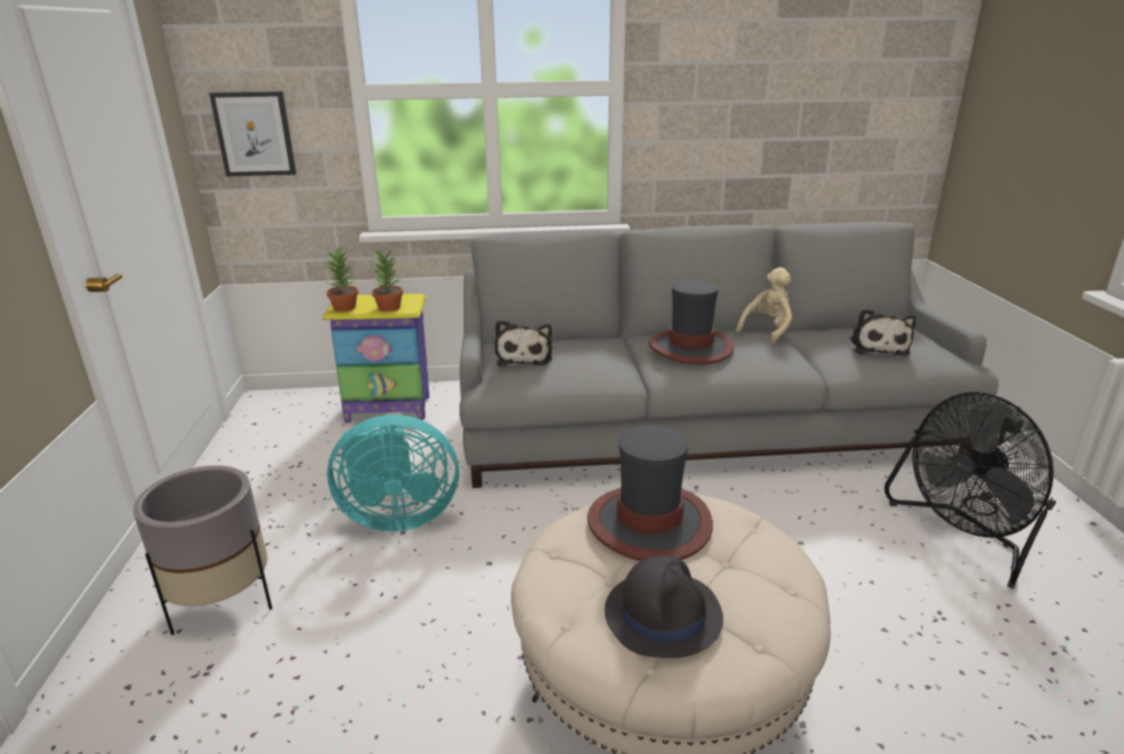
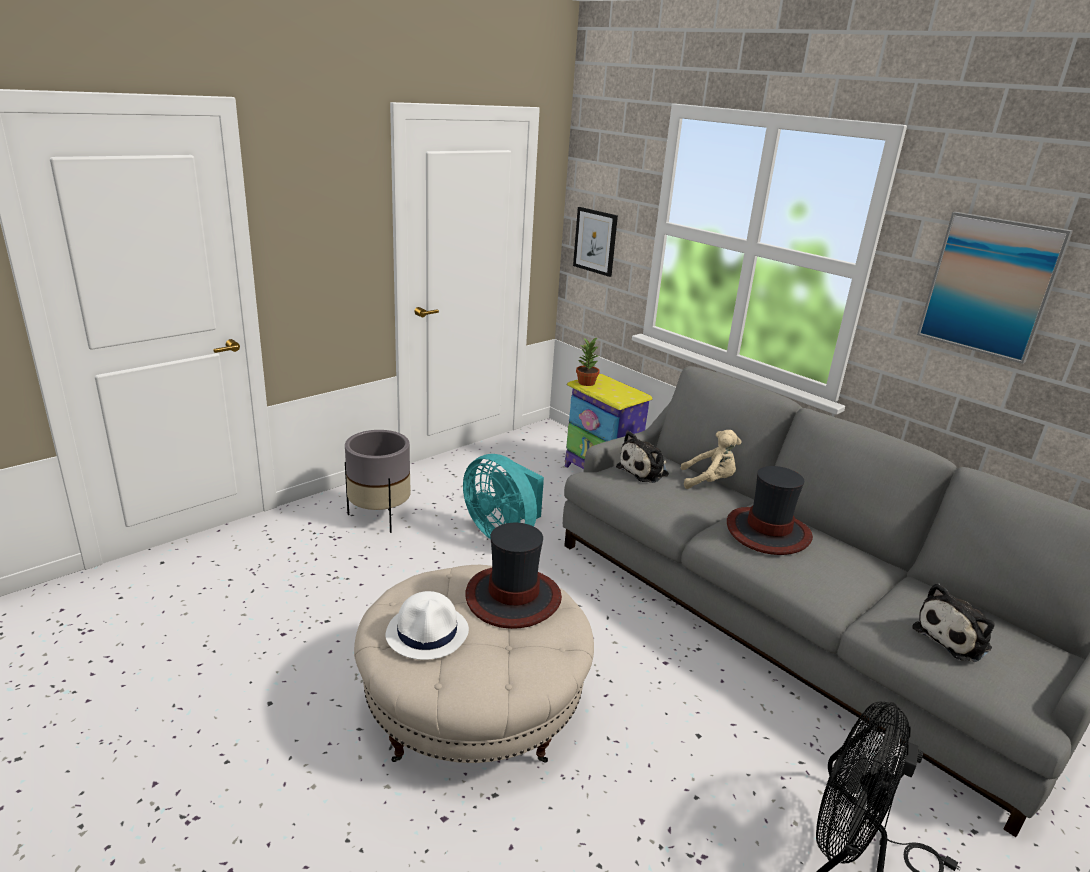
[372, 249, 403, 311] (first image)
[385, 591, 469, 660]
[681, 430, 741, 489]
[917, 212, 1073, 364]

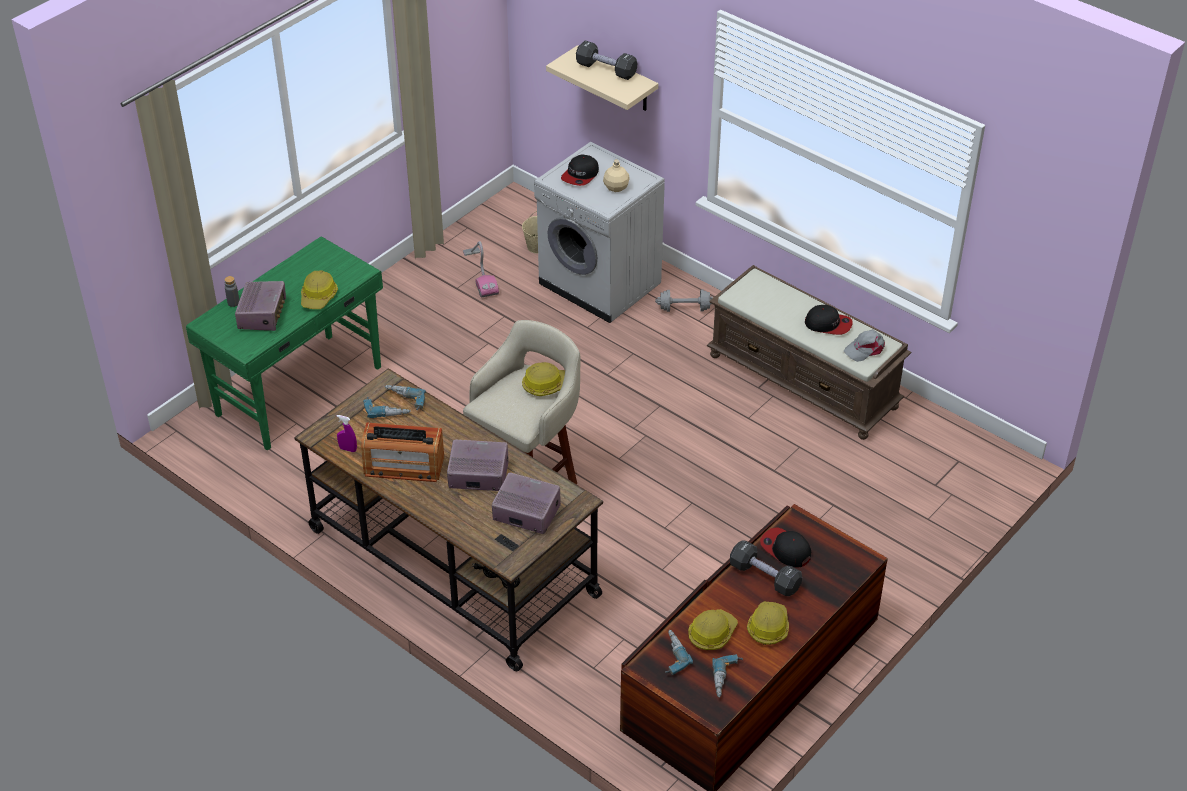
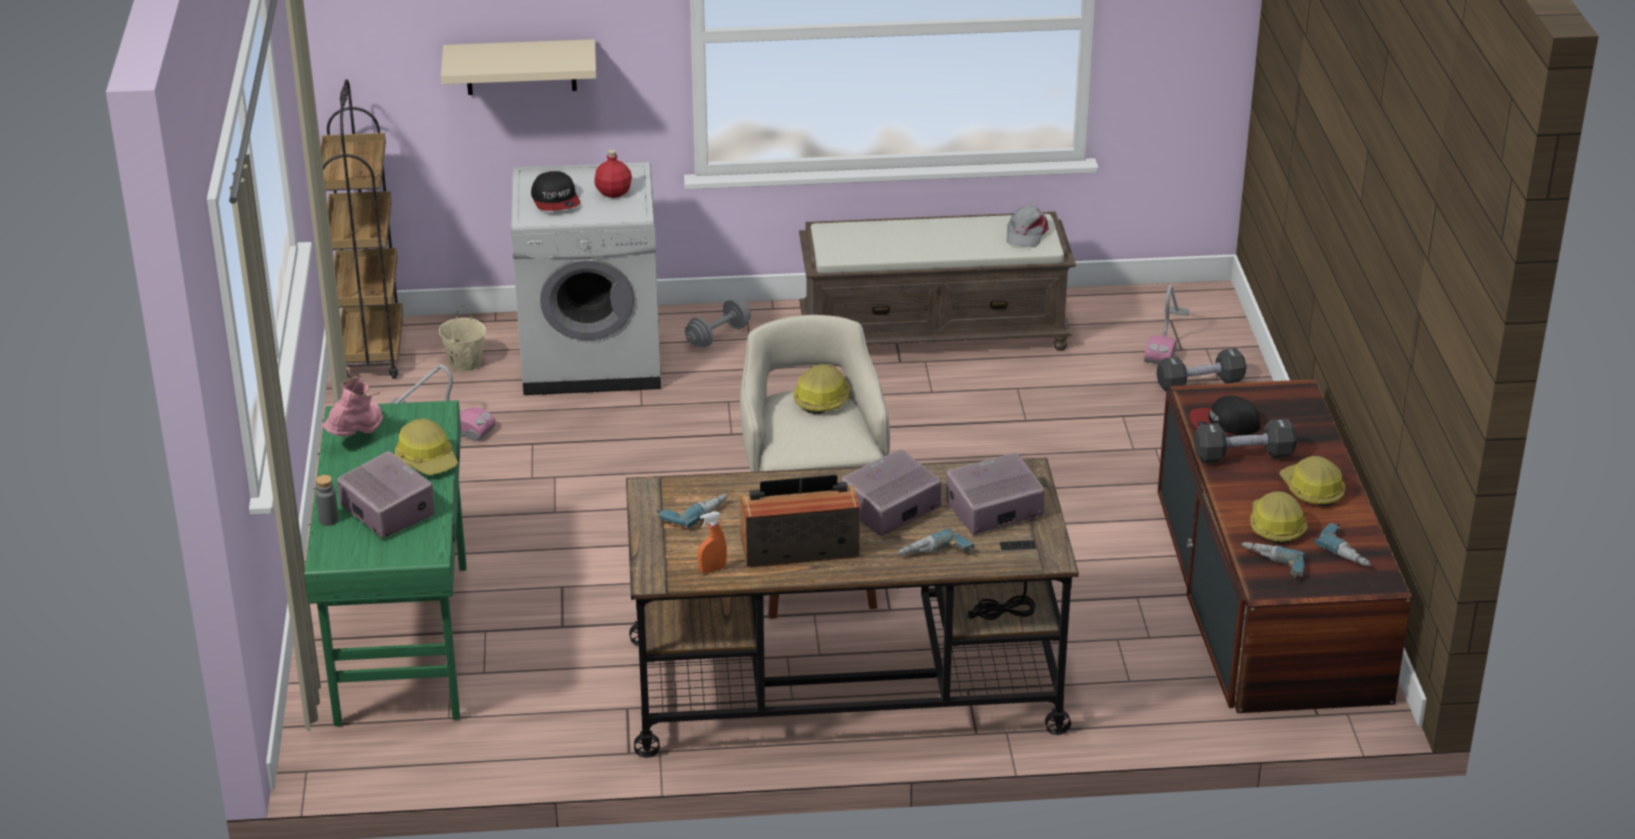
[698, 511, 727, 574]
[740, 475, 860, 568]
[898, 529, 974, 555]
[1157, 348, 1246, 392]
[594, 150, 632, 198]
[805, 305, 853, 335] (first image)
[321, 79, 403, 379]
[323, 376, 383, 437]
[1144, 285, 1190, 364]

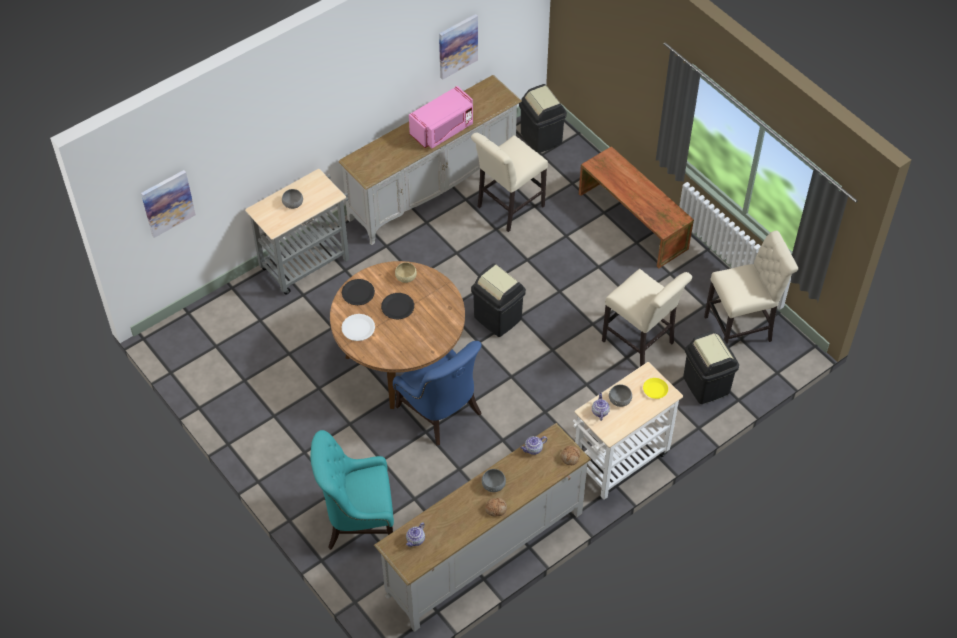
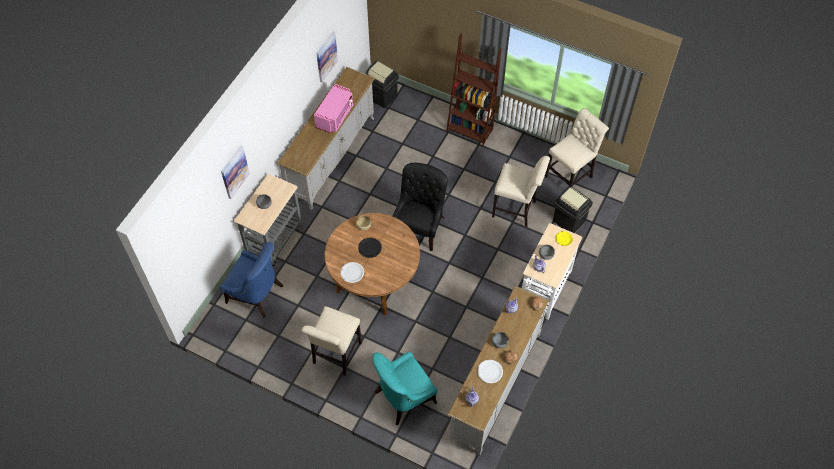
[221, 146, 250, 199]
[342, 279, 375, 305] (first image)
[220, 242, 283, 318]
[302, 306, 362, 376]
[392, 163, 448, 251]
[446, 33, 502, 147]
[478, 360, 503, 383]

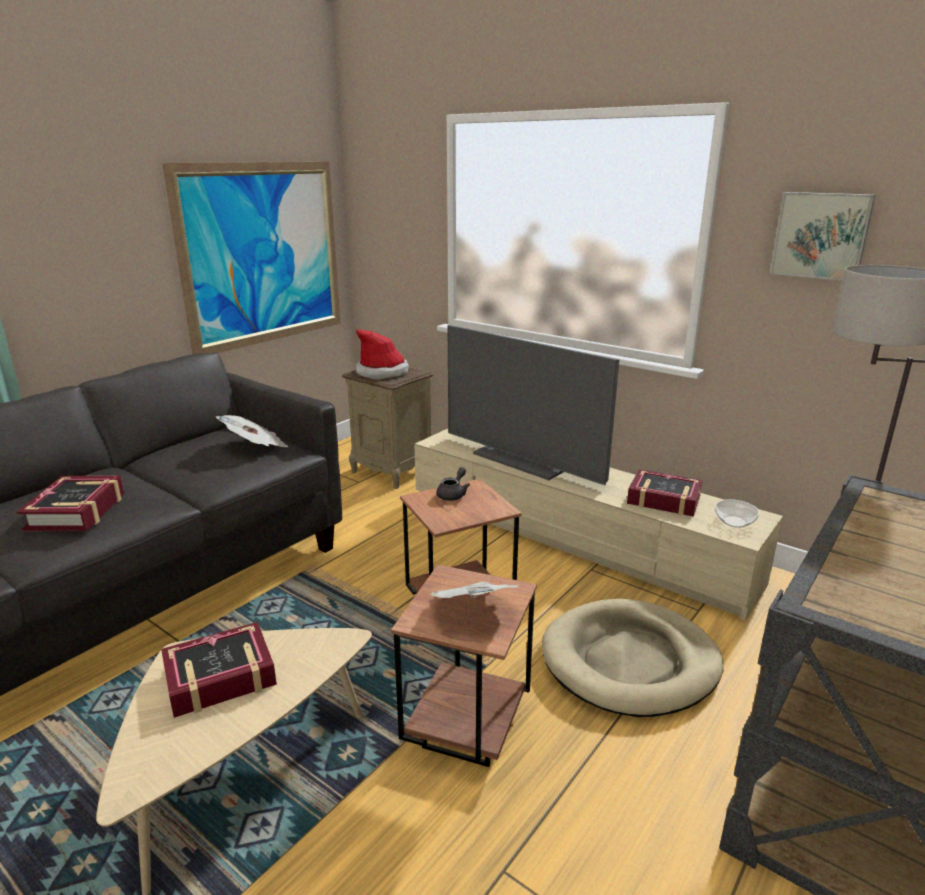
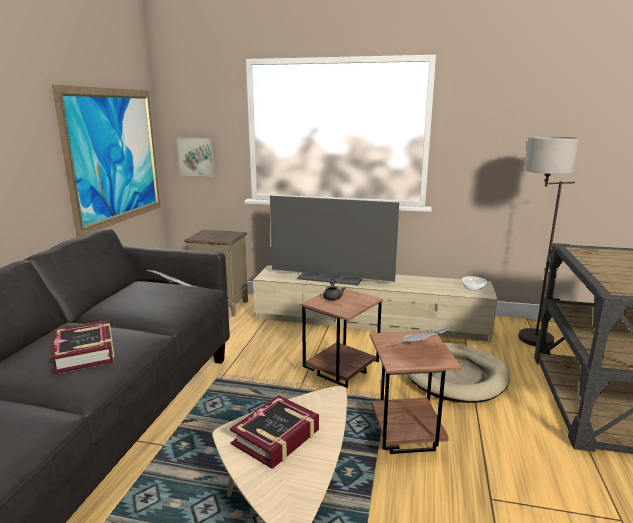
[356, 329, 409, 380] (first image)
[627, 469, 703, 517] (first image)
[176, 138, 215, 176]

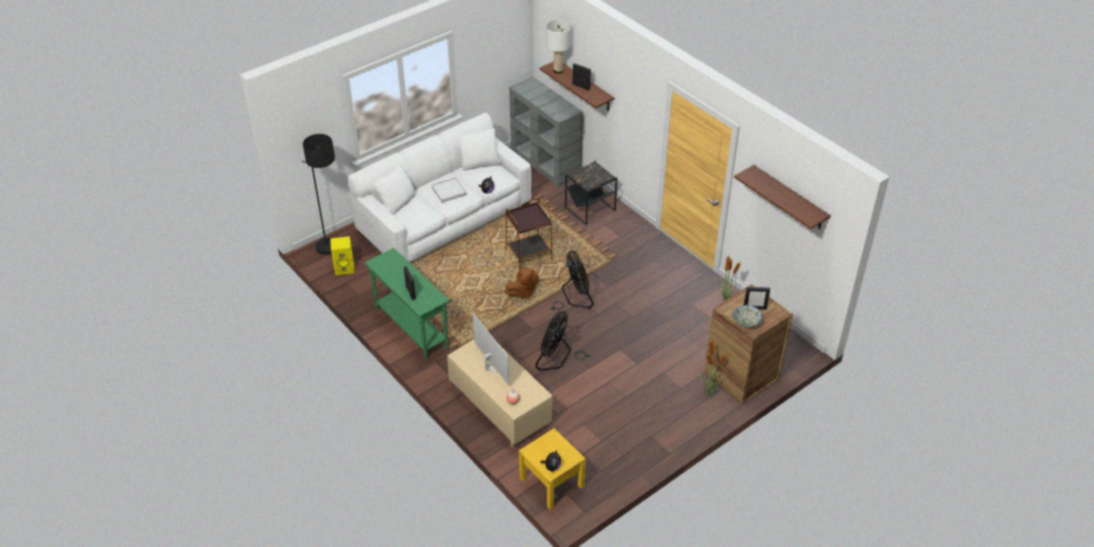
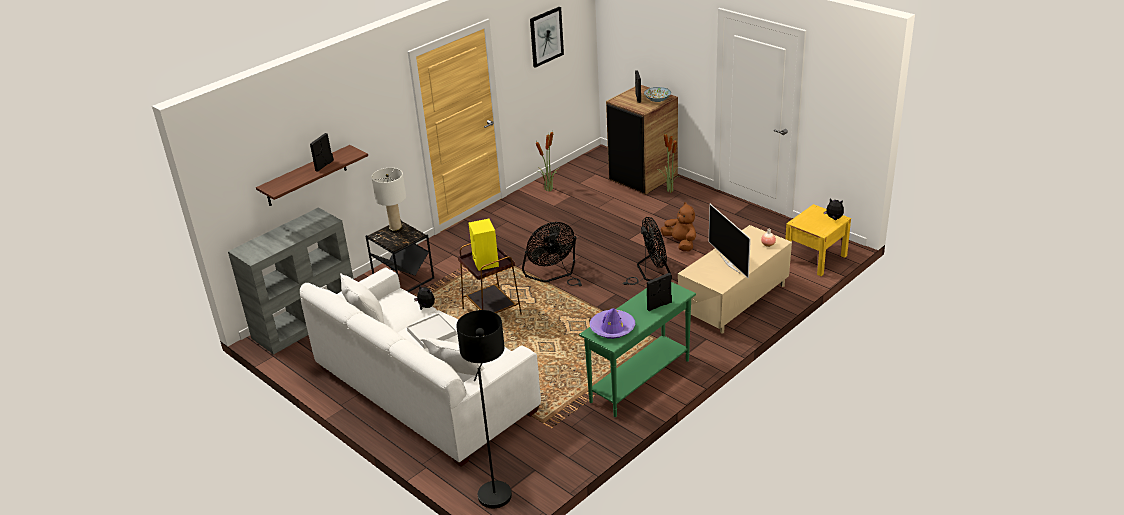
[469, 219, 499, 271]
[709, 204, 751, 278]
[661, 202, 696, 251]
[624, 217, 672, 285]
[371, 168, 406, 233]
[530, 7, 564, 68]
[590, 308, 635, 339]

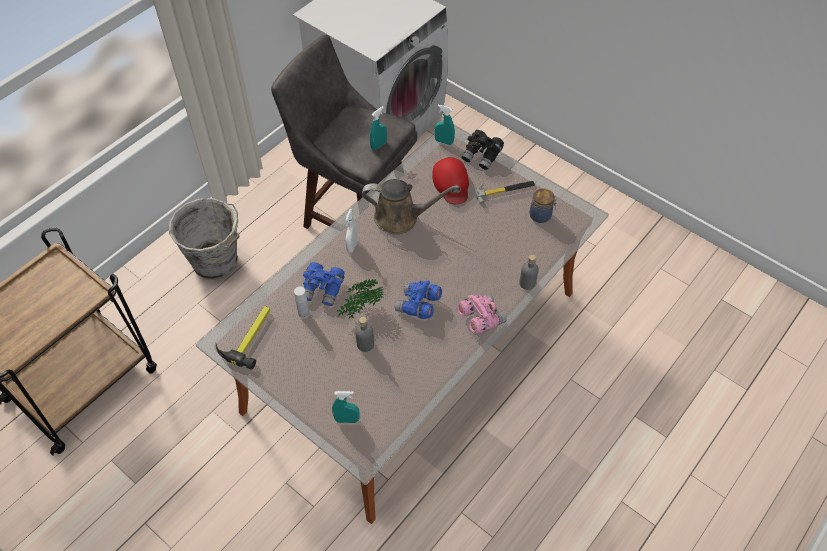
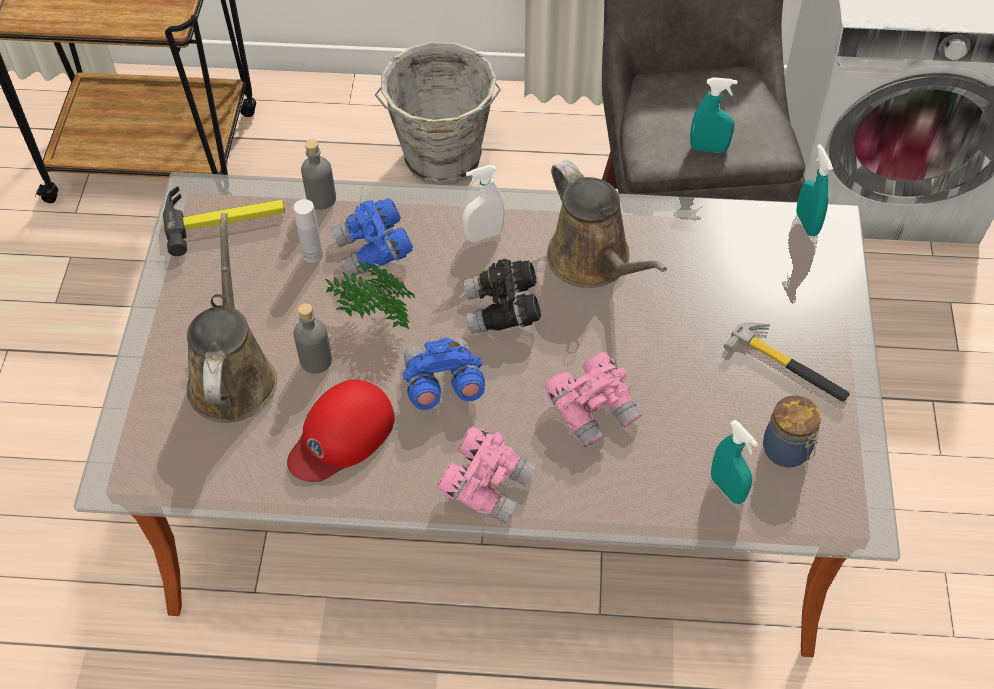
[711, 420, 758, 504]
[287, 380, 395, 482]
[463, 259, 541, 334]
[301, 139, 336, 210]
[187, 213, 277, 423]
[545, 352, 642, 447]

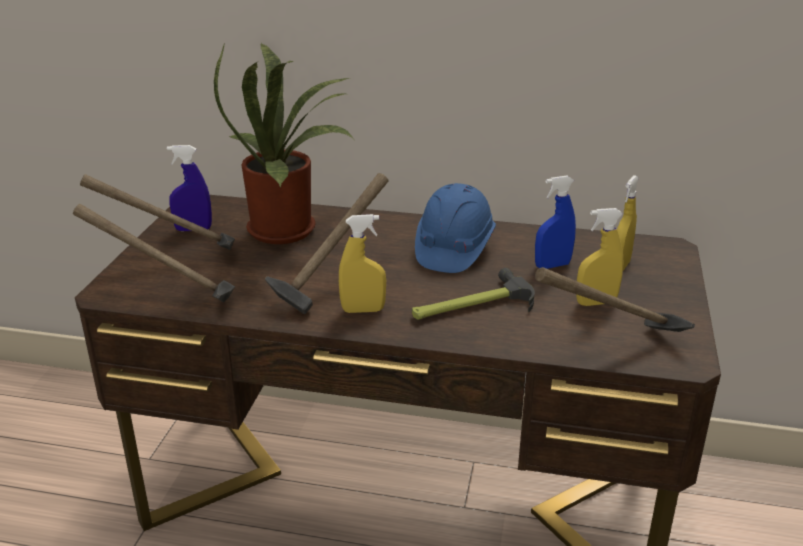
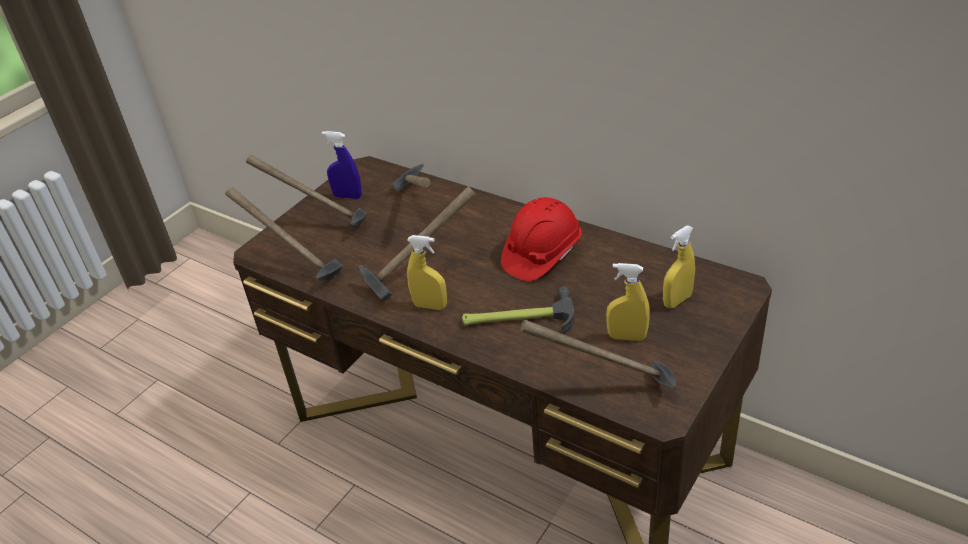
[391, 164, 430, 192]
[501, 197, 582, 281]
[535, 176, 576, 269] (first image)

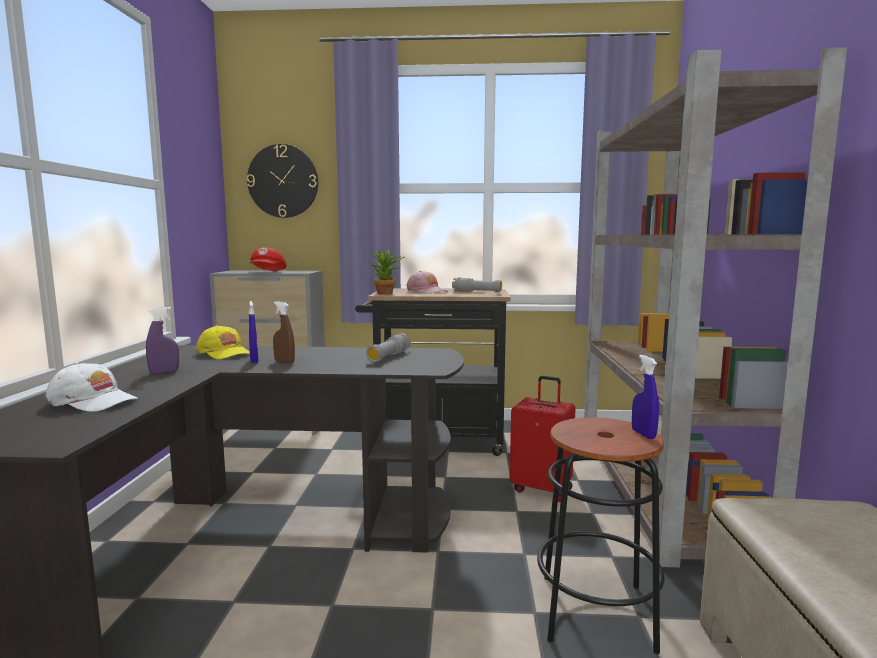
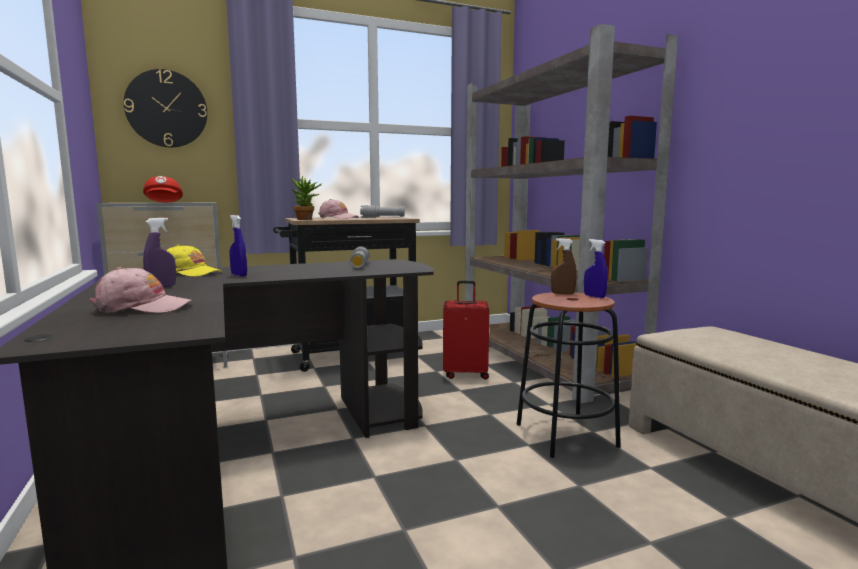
[90, 267, 192, 313]
[551, 238, 577, 295]

